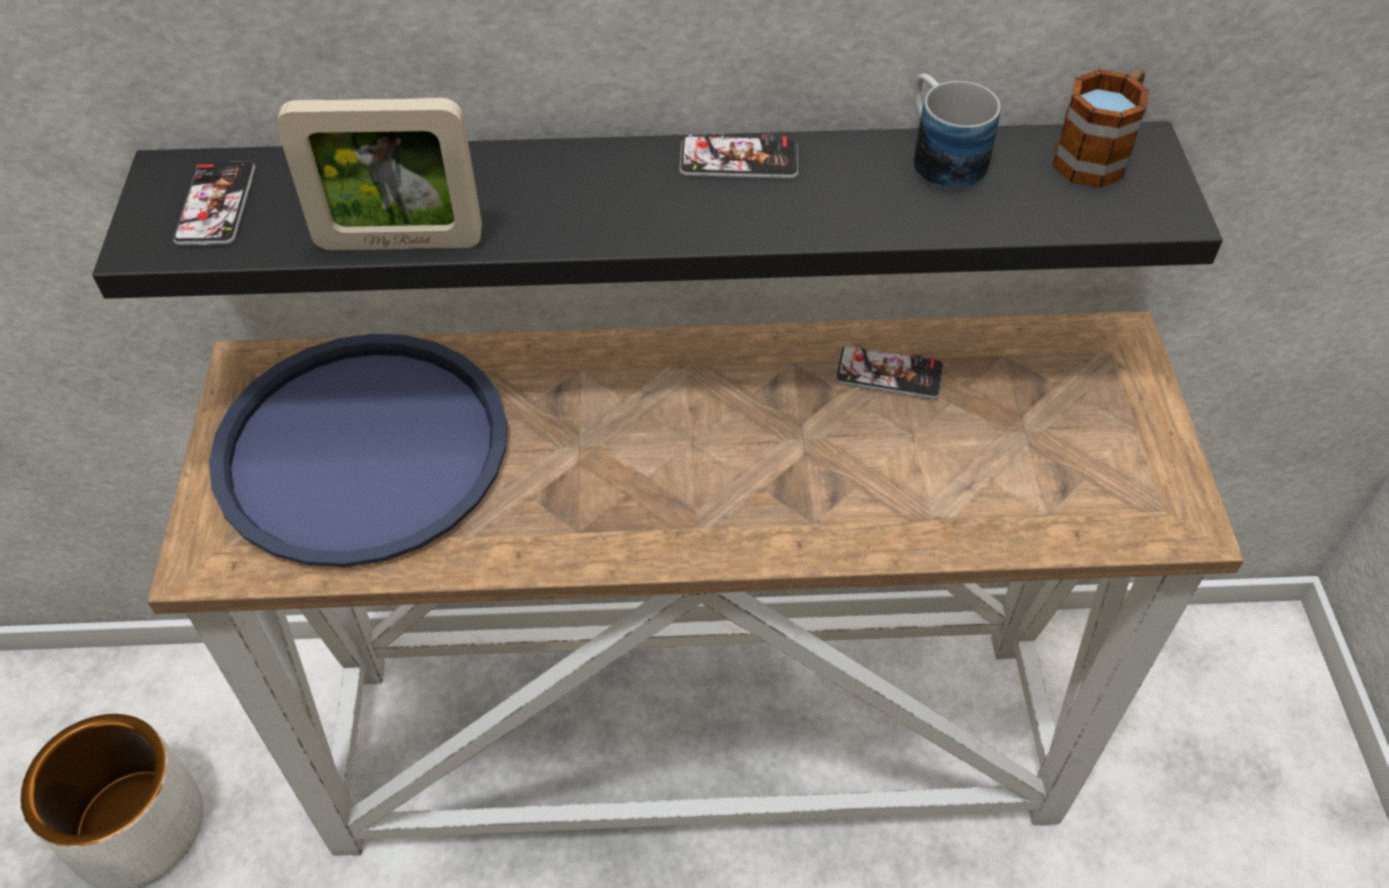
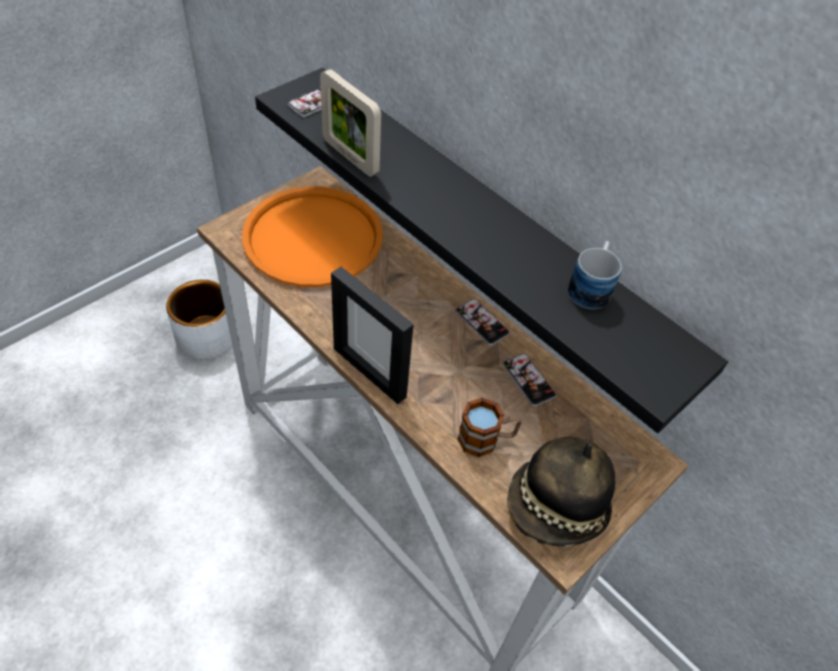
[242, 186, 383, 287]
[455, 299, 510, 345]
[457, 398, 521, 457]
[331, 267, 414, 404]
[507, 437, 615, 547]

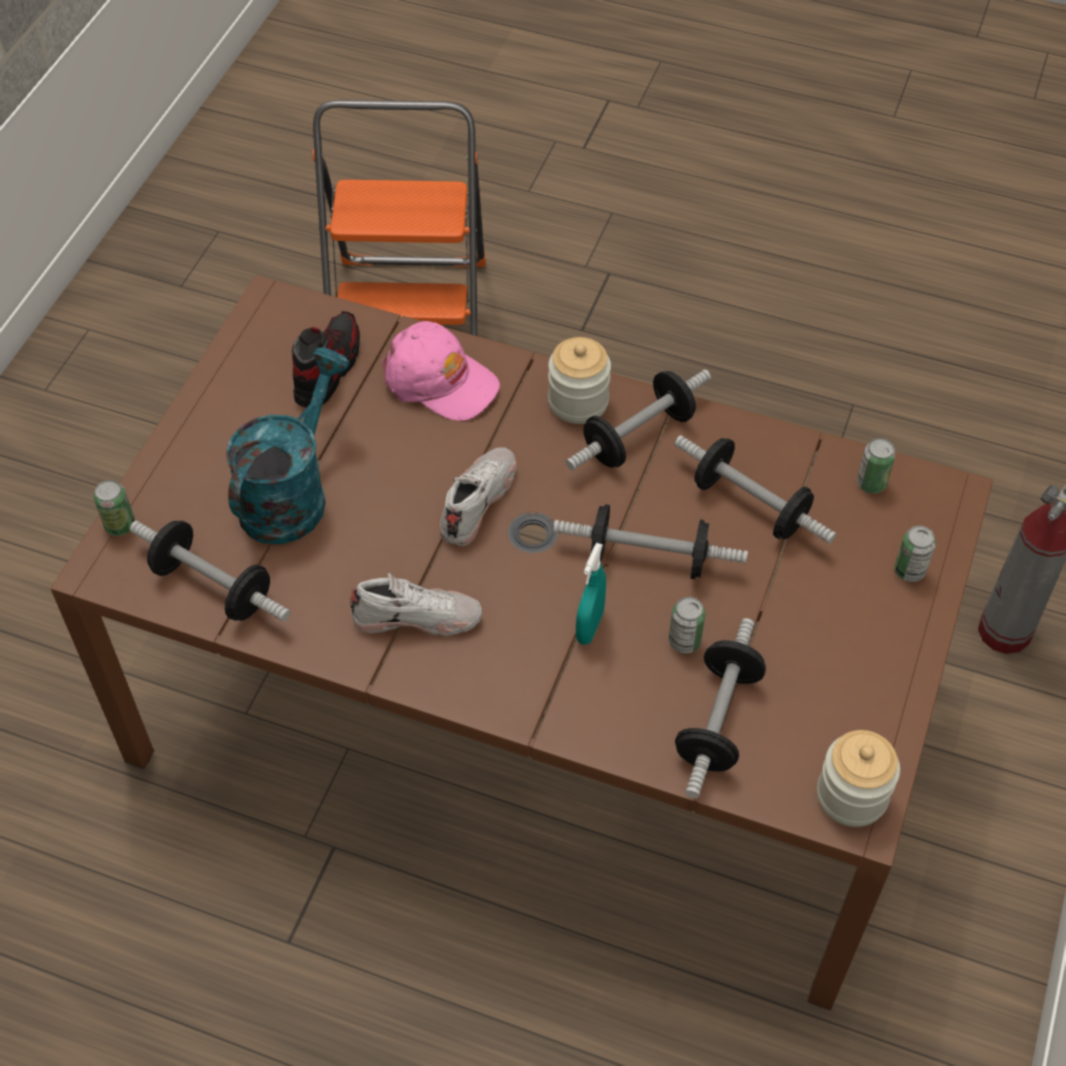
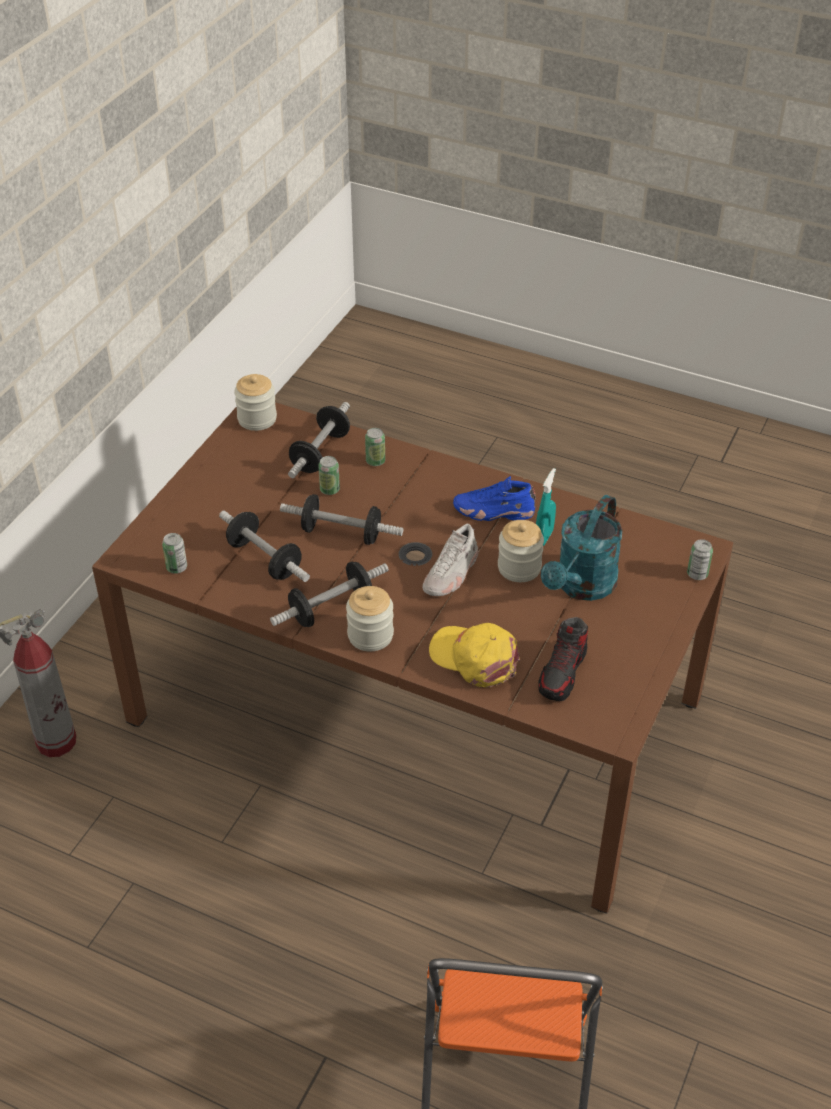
[130, 521, 290, 622] (first image)
[453, 476, 536, 521]
[429, 623, 520, 688]
[536, 468, 556, 546]
[365, 428, 385, 466]
[498, 520, 544, 582]

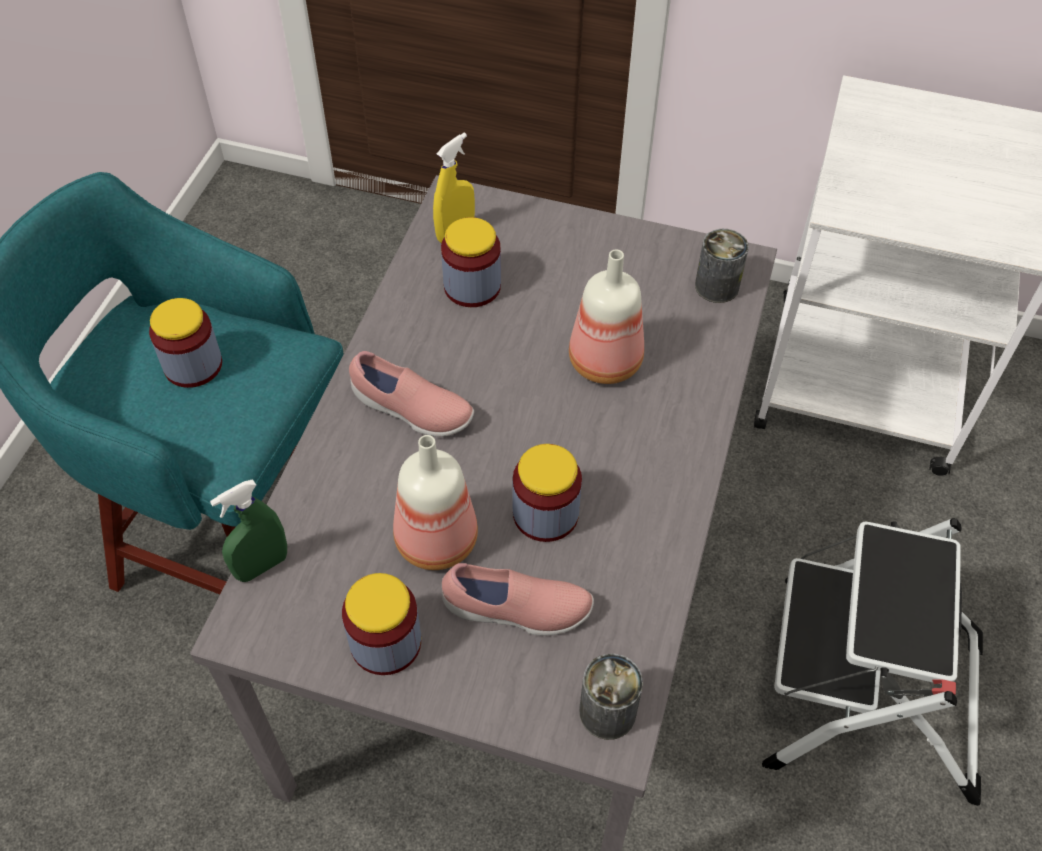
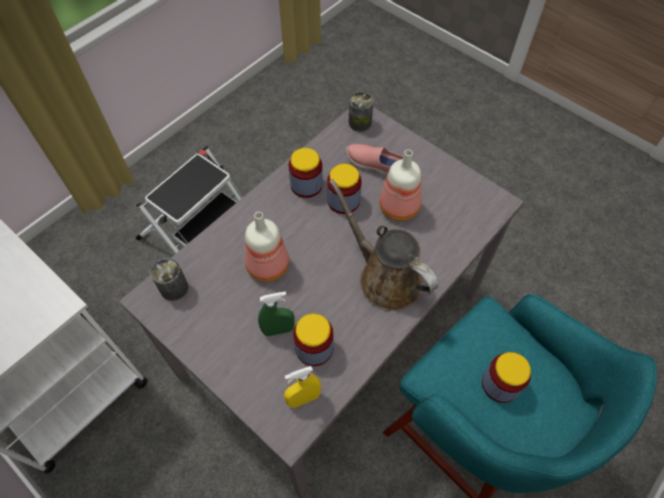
[258, 291, 295, 336]
[289, 148, 323, 198]
[329, 179, 438, 311]

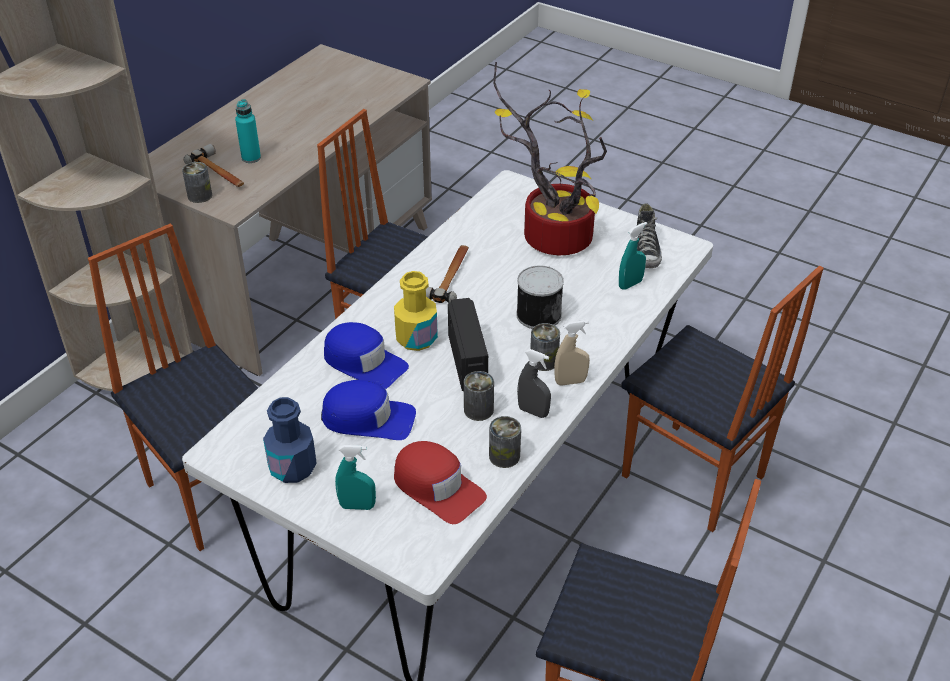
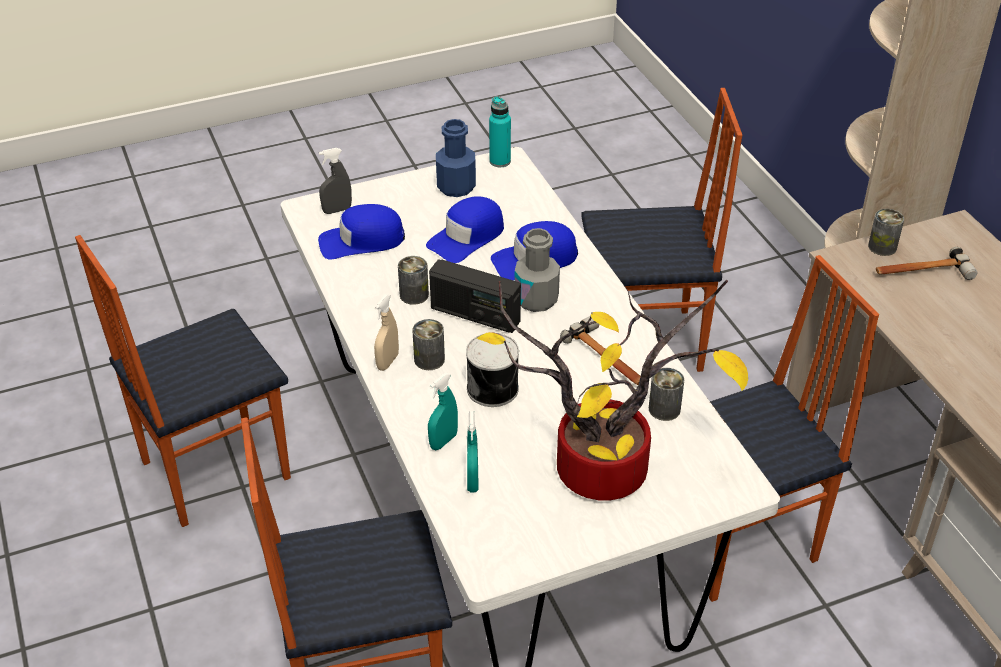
[489, 96, 511, 167]
[428, 373, 458, 450]
[515, 228, 560, 312]
[318, 204, 405, 260]
[649, 368, 684, 421]
[319, 148, 352, 214]
[636, 203, 662, 268] (first image)

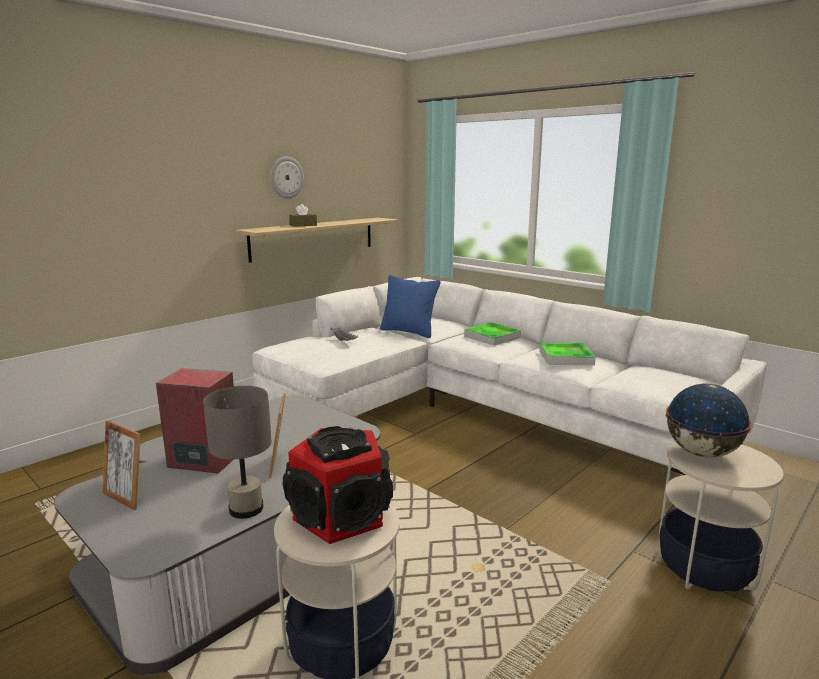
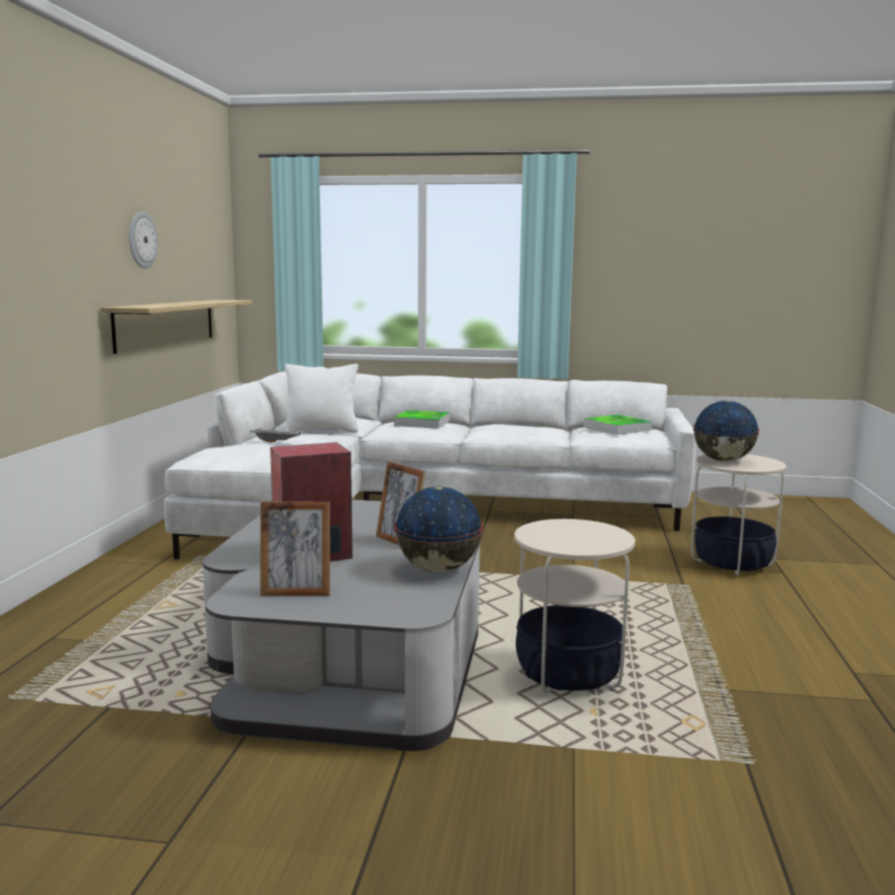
[394, 486, 483, 572]
[283, 426, 393, 544] (first image)
[289, 204, 317, 227] (first image)
[285, 364, 358, 433]
[584, 414, 652, 435]

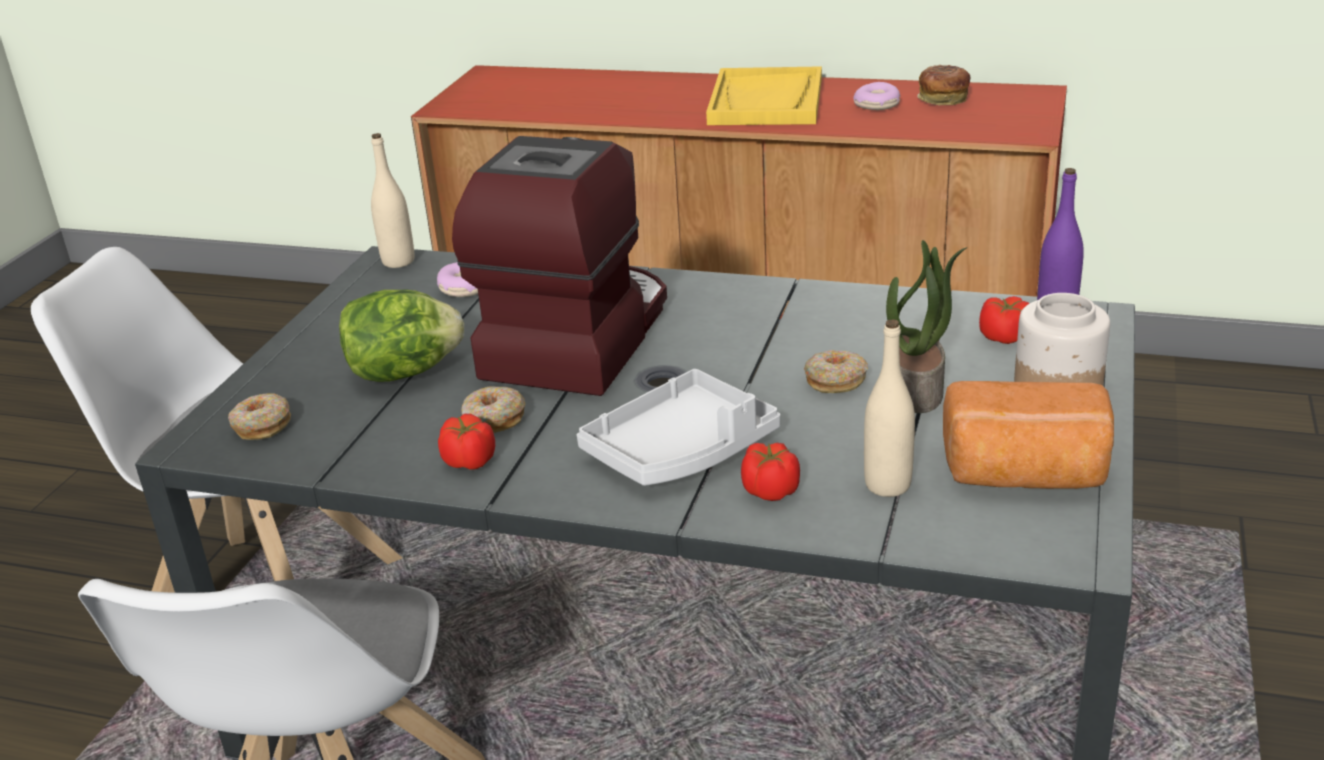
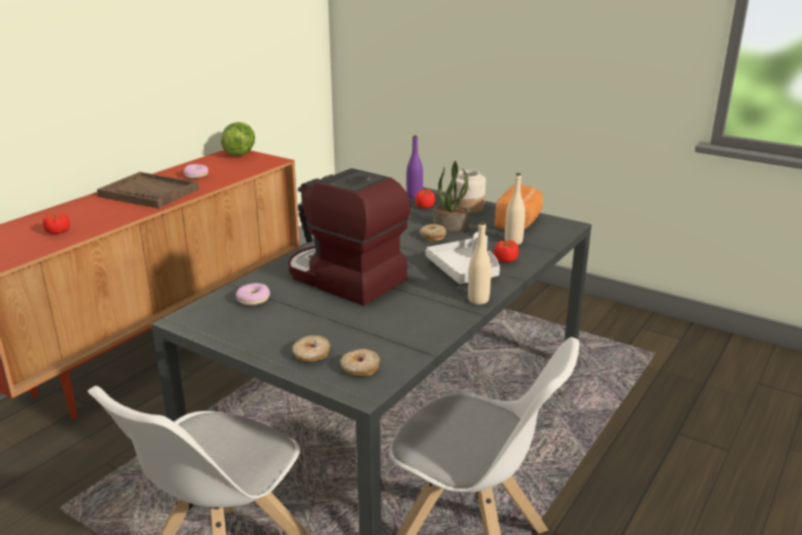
[221, 122, 255, 156]
[468, 221, 491, 305]
[43, 213, 70, 234]
[292, 335, 330, 362]
[97, 172, 199, 209]
[917, 65, 970, 105] (first image)

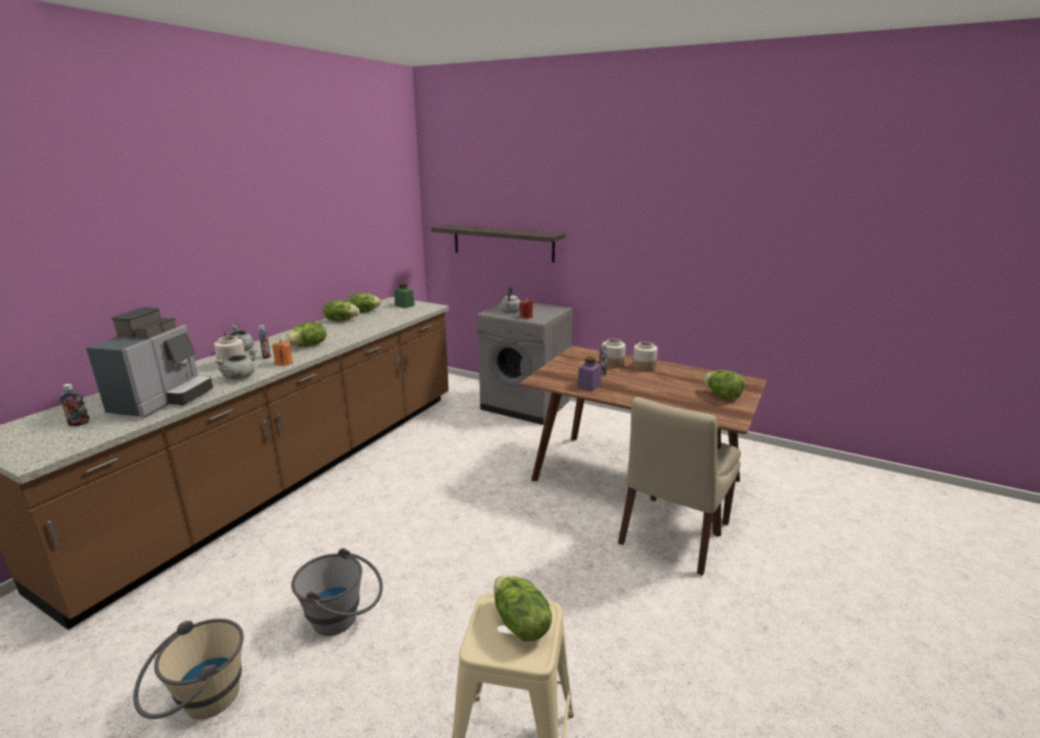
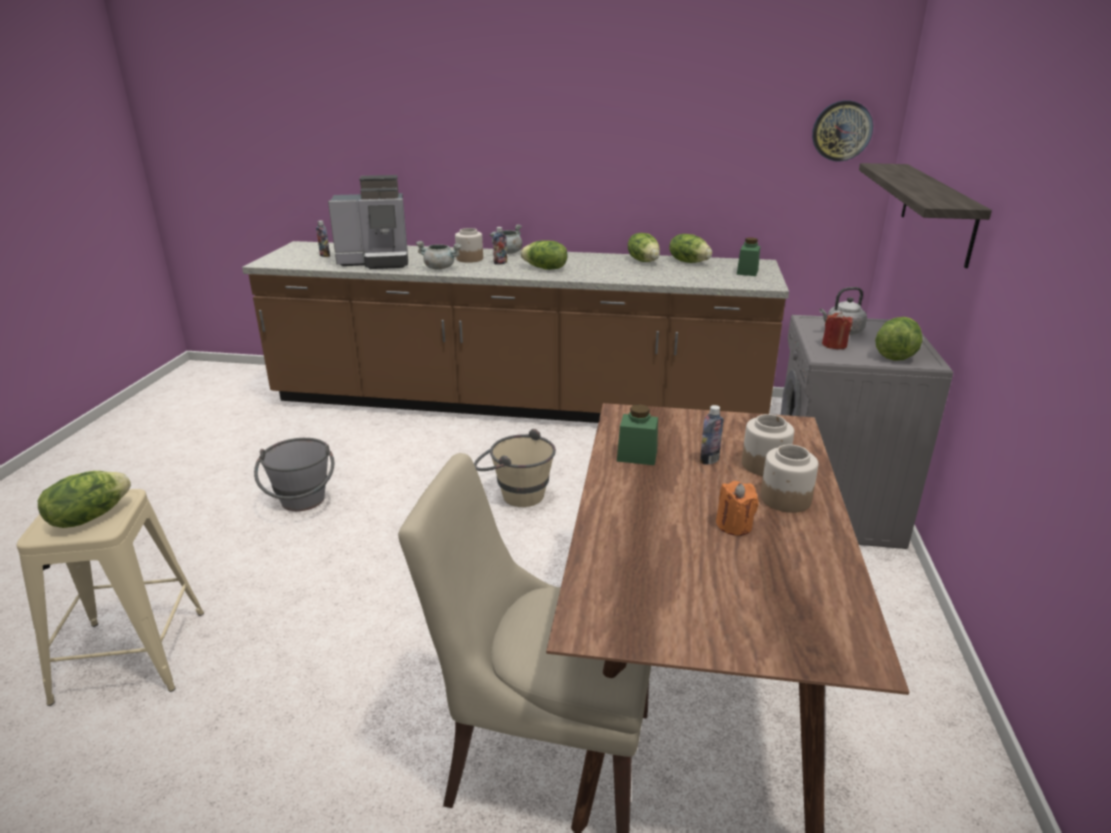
[474, 429, 556, 507]
[716, 481, 759, 536]
[617, 404, 658, 465]
[875, 317, 923, 361]
[812, 100, 873, 161]

